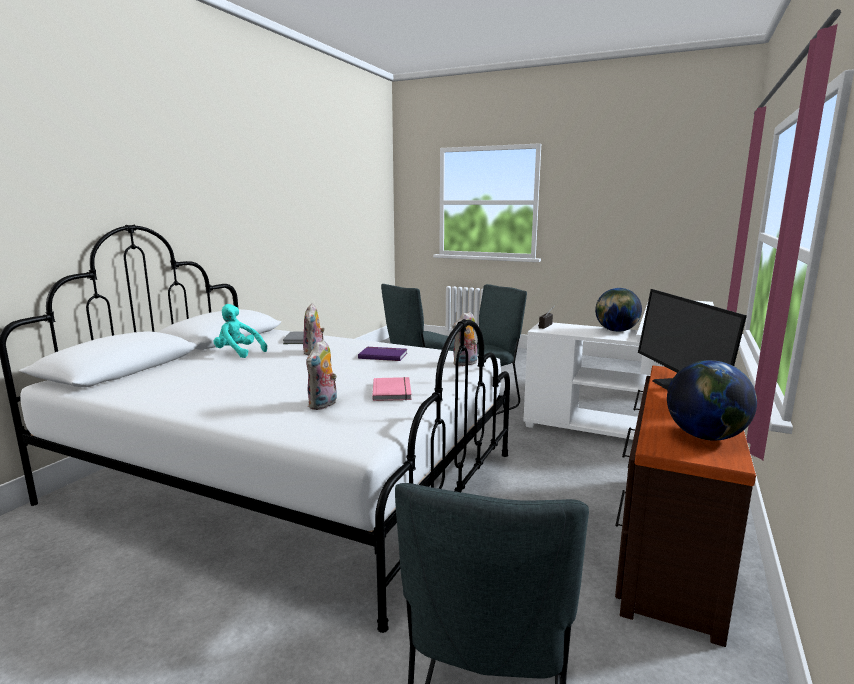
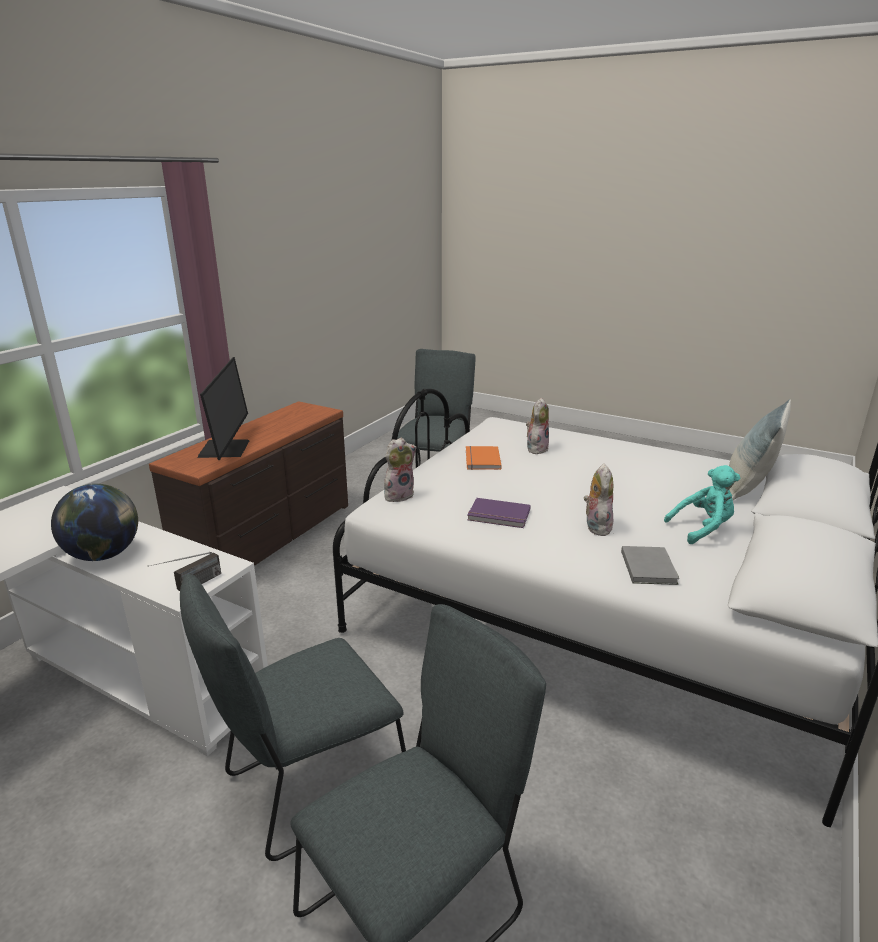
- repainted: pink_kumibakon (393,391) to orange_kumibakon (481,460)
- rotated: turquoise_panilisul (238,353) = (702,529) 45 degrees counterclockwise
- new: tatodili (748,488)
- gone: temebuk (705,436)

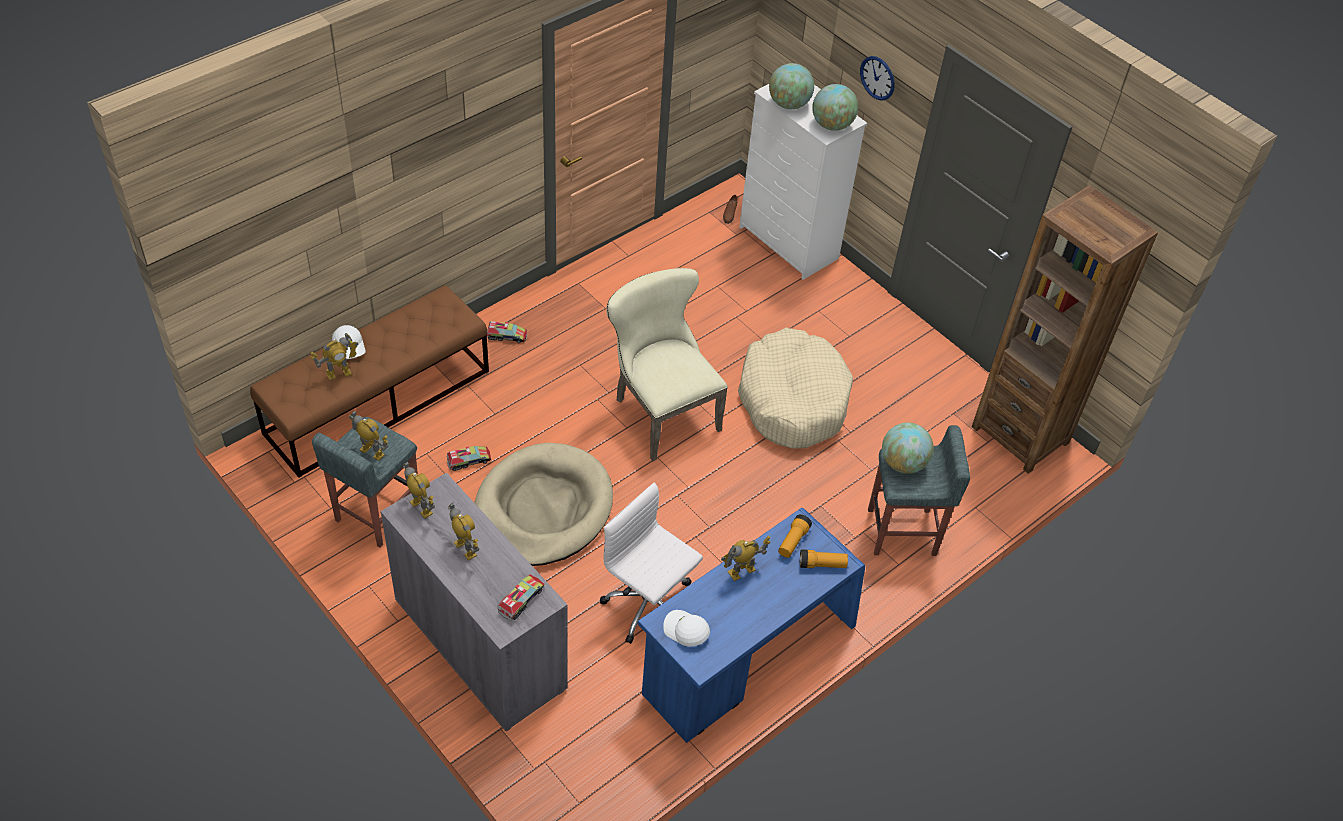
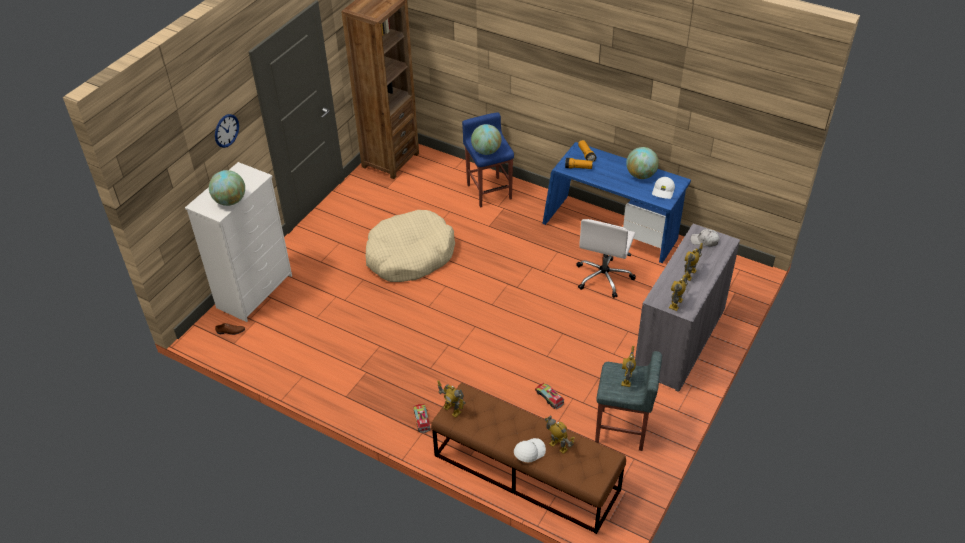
- shifted: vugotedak (741,572) to (452,410)
- repainted: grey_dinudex (903,532) to blue_dinudex (489,191)
- shifted: temebuk (832,125) to (641,175)
- swapped: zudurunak (521,600) to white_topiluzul (704,241)
- gone: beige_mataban (543,509)
- gone: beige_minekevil (661,411)

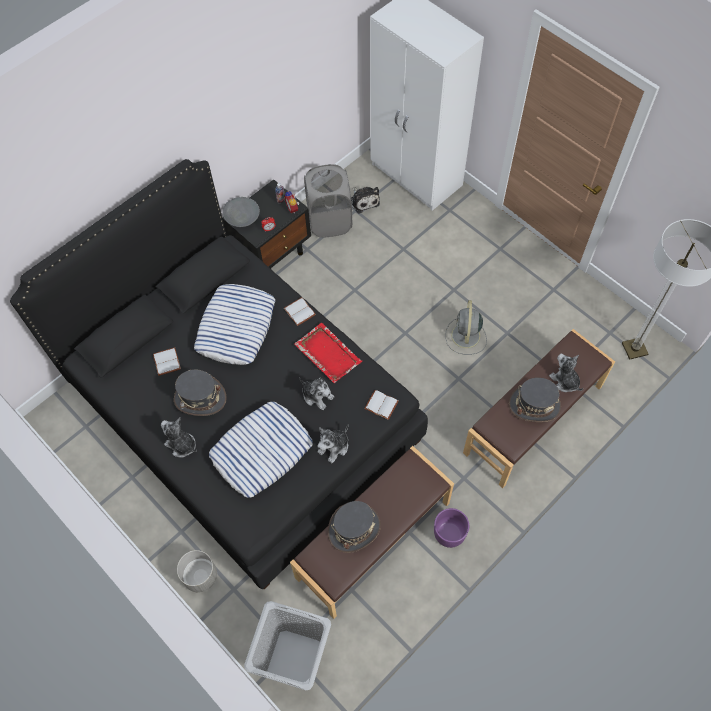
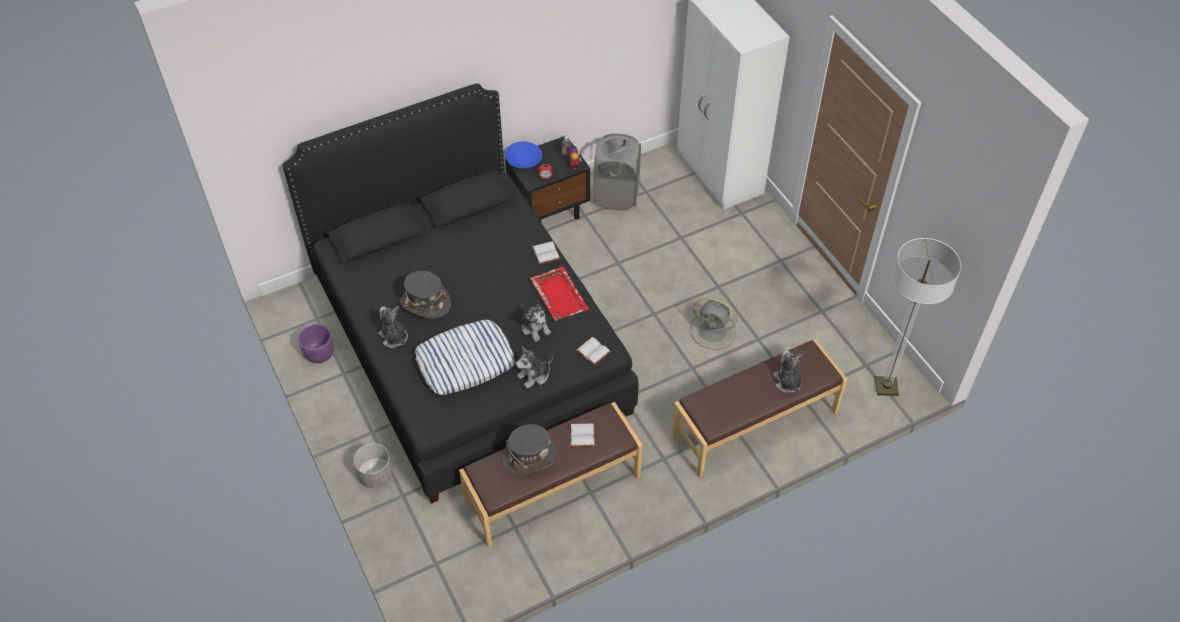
- shifted: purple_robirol (449,534) to (319,353)
- repainted: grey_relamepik (242,218) to blue_relamepik (524,162)
- shifted: white_kumibakon (166,361) to (581,435)
- rotated: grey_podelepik (465,337) = (714,332) 90 degrees counterclockwise
- gone: tatodili (236,327)
- gone: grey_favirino (294,659)
- gone: panilisul (364,201)
- gone: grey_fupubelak (534,405)

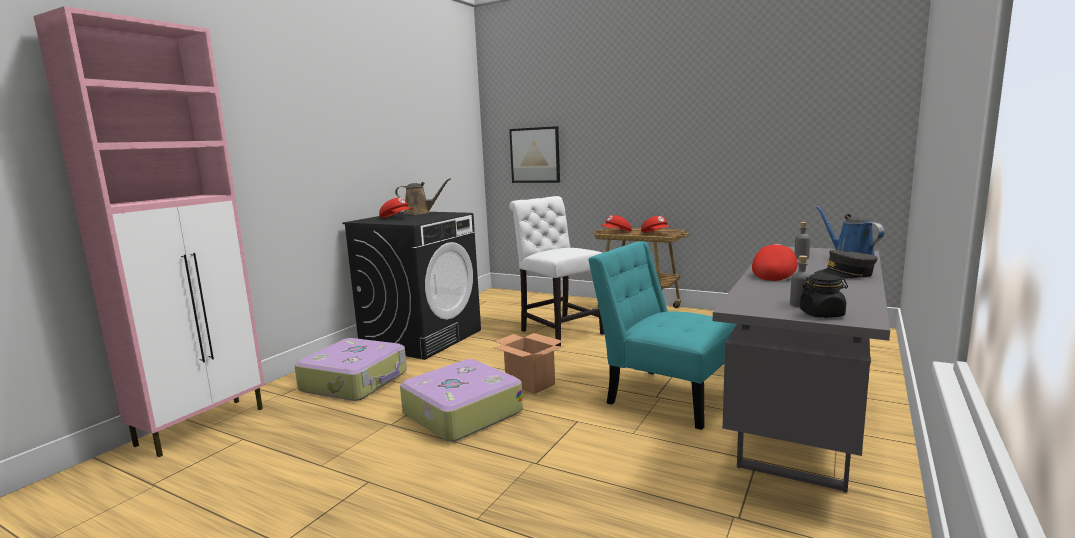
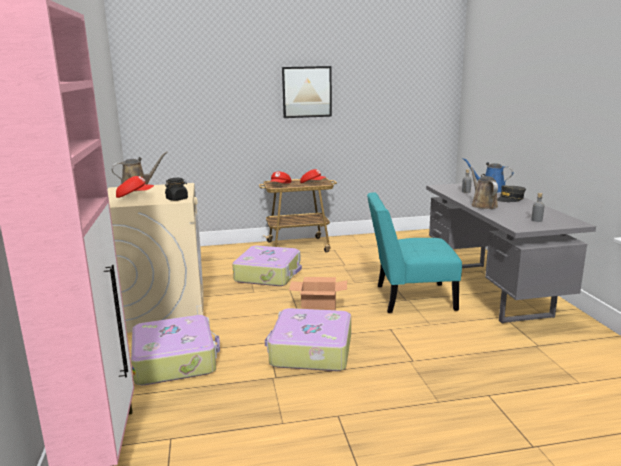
- repainted: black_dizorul (422,338) to beige_dizorul (162,309)
- shifted: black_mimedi (822,314) to (177,199)
- swapped: white_minekevil (559,331) to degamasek (268,274)
- shifted: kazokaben (535,155) to (307,92)
- swapped: red_topiluzul (773,275) to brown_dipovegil (482,205)

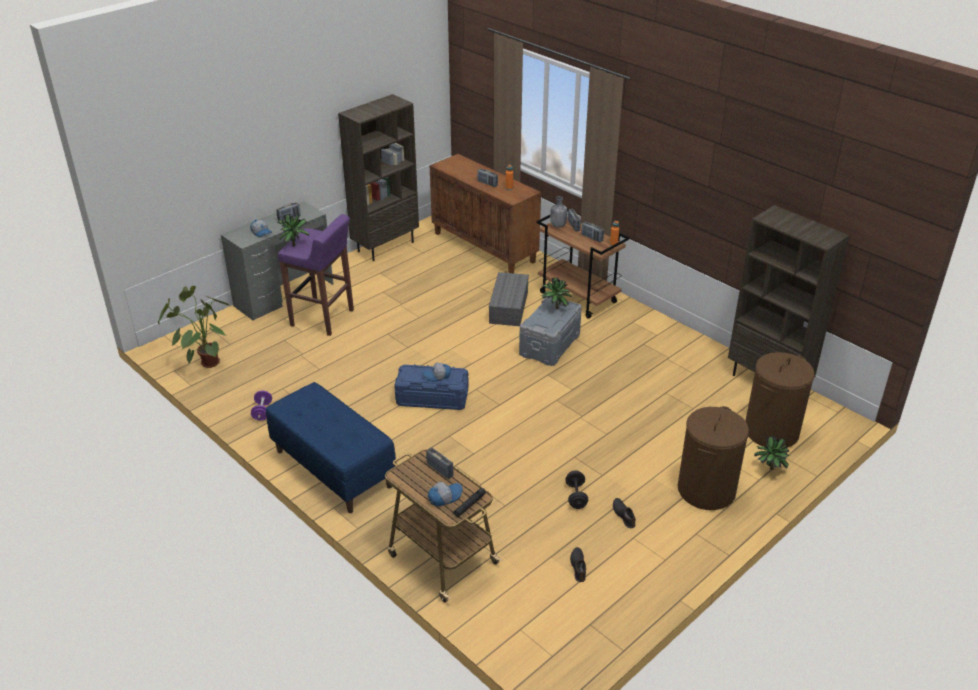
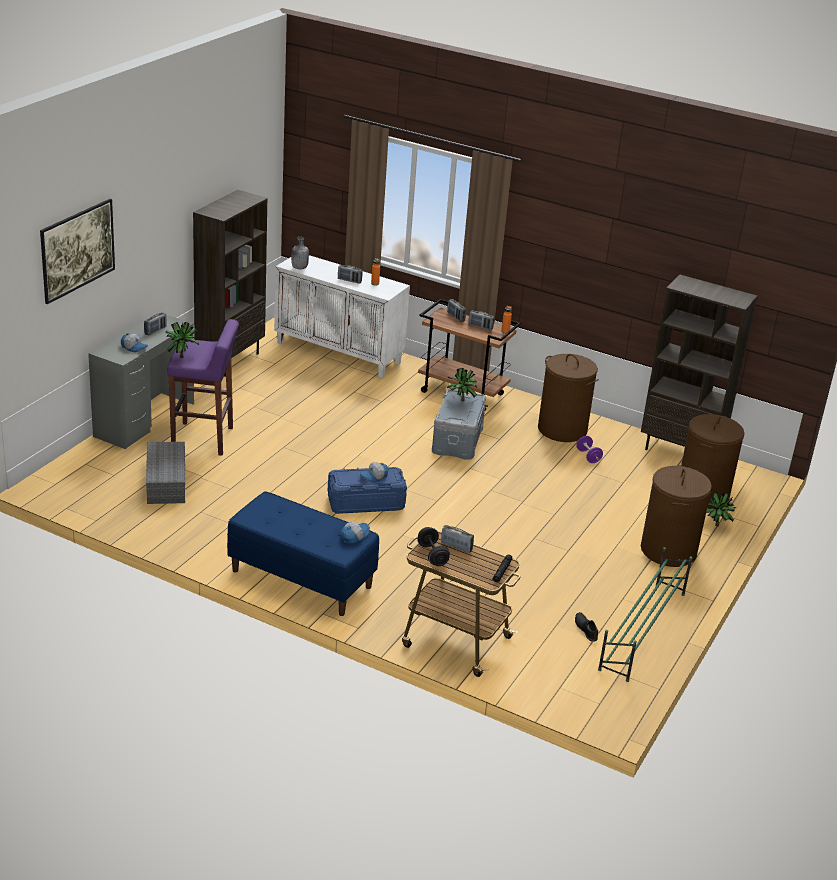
- new: kazokaben (79,268)
- shifted: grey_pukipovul (508,306) to (165,482)
- repainted: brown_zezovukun (485,247) to white_zezovukun (339,353)
- shifted: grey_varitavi (557,226) to (299,268)
- shifted: topiluzul (444,497) to (354,536)
- shifted: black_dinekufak (576,496) to (432,555)
- new: brown_favirino (562,429)
- shifted: purple_dinekufak (262,412) to (588,456)
- new: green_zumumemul (642,631)
- gone: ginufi (204,359)
- gone: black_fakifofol (623,515)

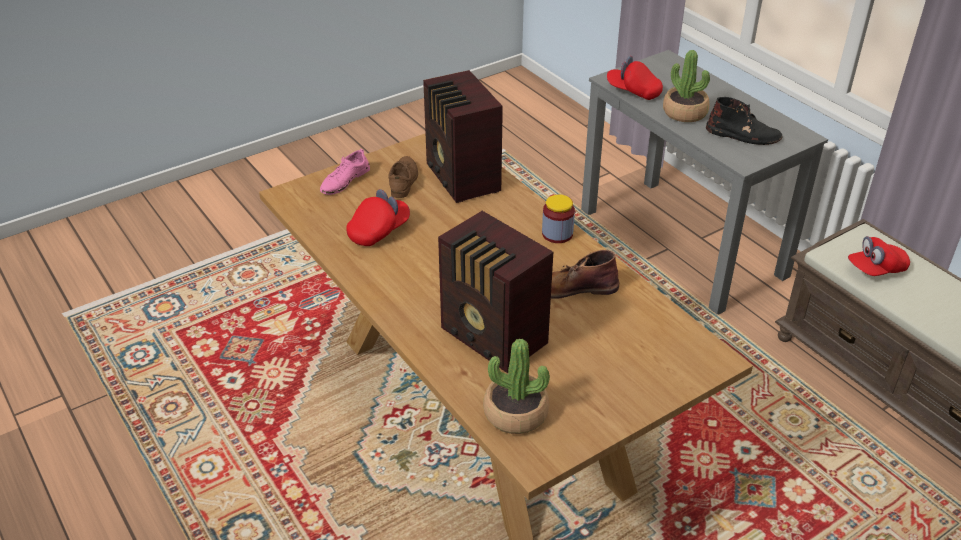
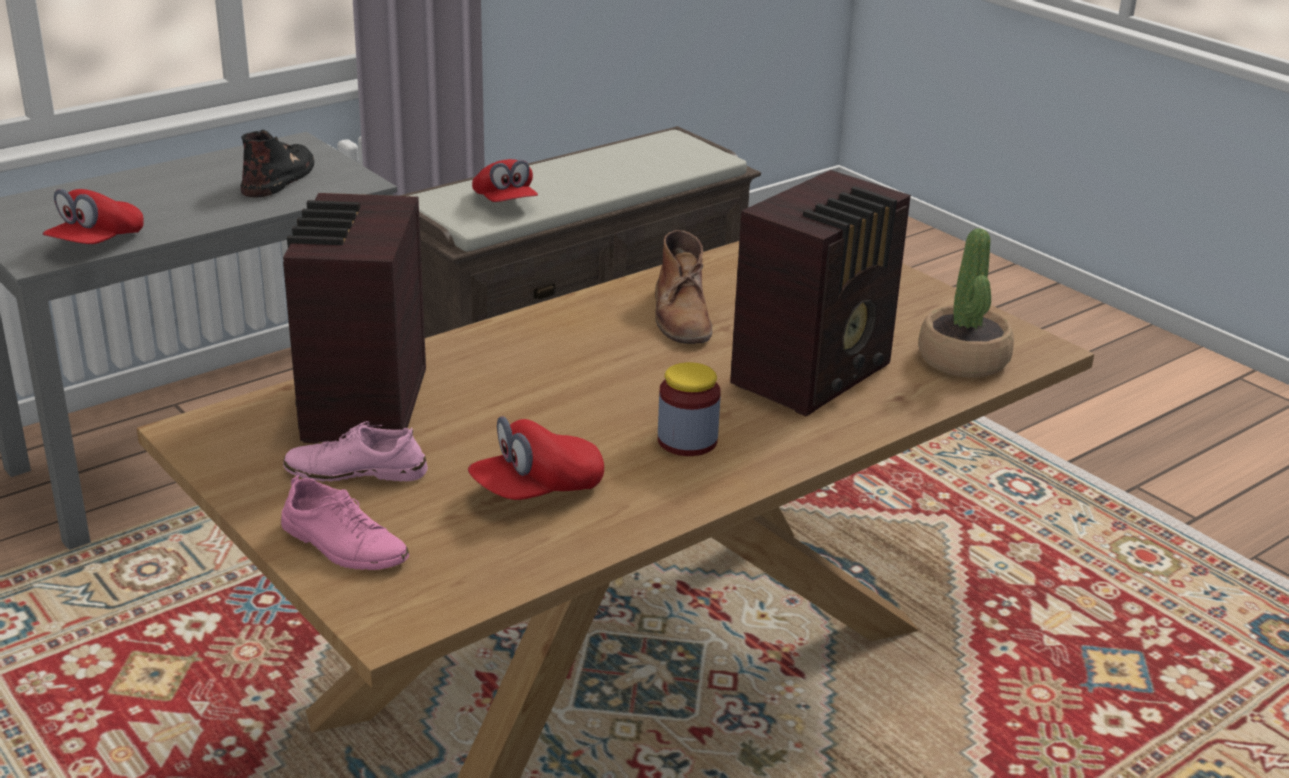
- rotated: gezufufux (462,179) = (361,407) 120 degrees clockwise
- repainted: brown_fakifofol (403,181) to pink_fakifofol (356,471)
- rotated: red_topiluzul (379,231) = (537,490) 75 degrees counterclockwise
- shifted: mimedi (557,234) to (687,441)
- gone: ginufi (685,112)

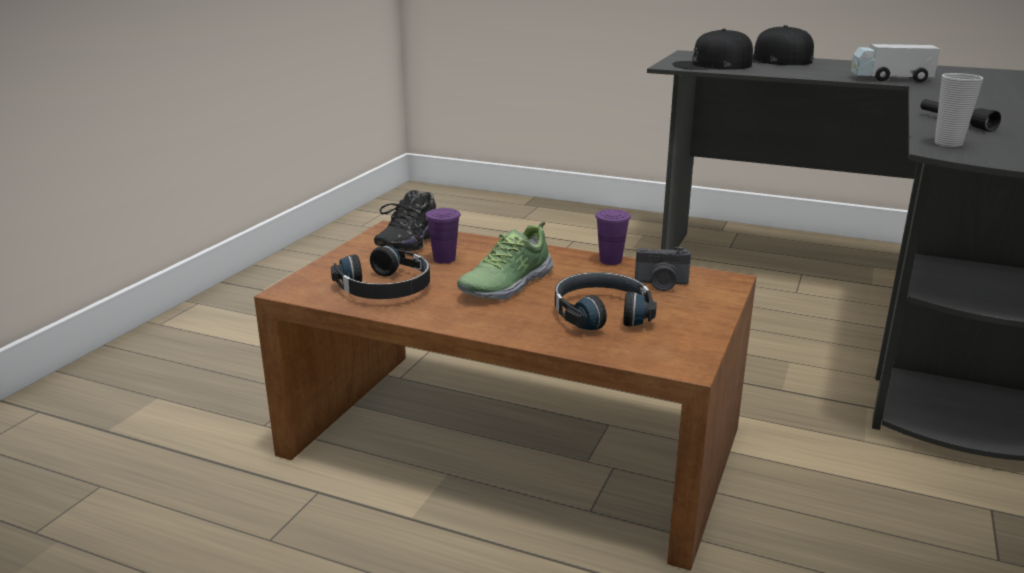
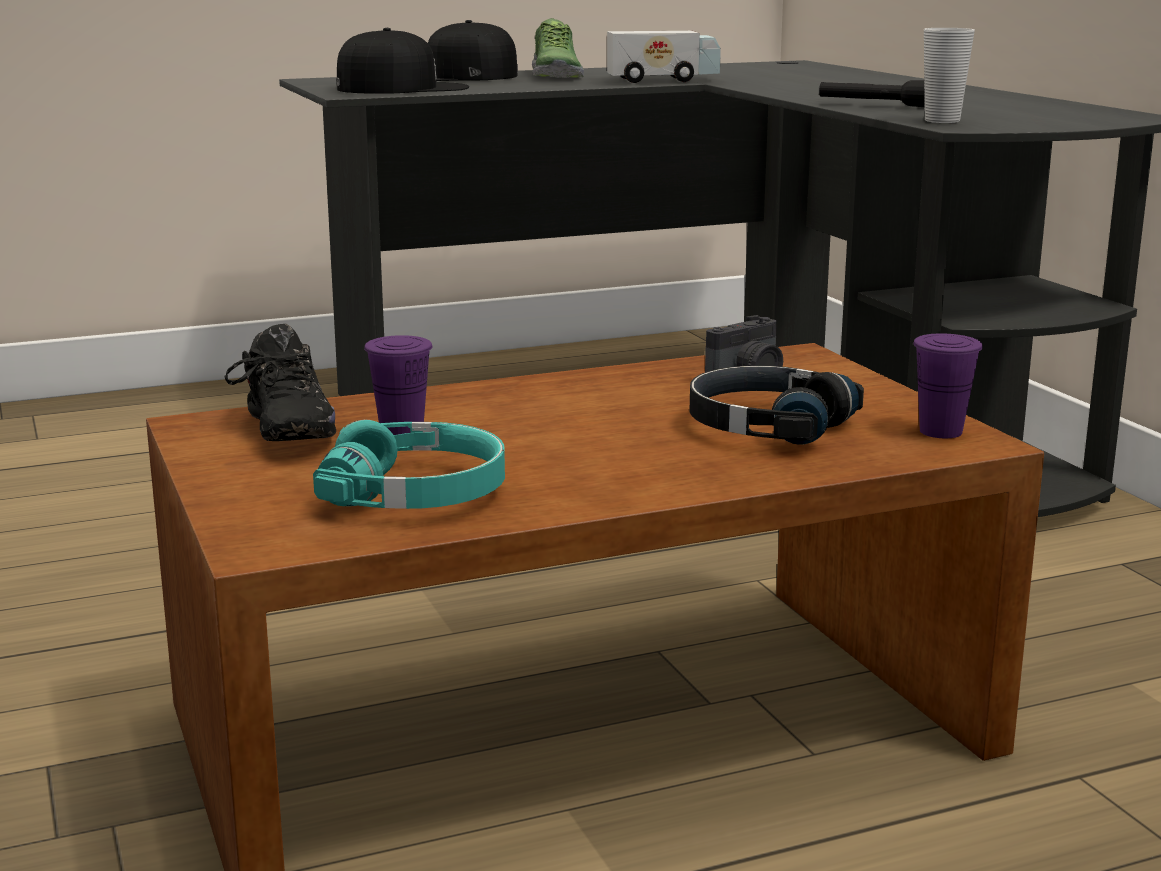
- repainted: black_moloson (386,288) to turquoise_moloson (416,492)
- rotated: black_topiluzul (712,65) = (403,88) 150 degrees counterclockwise
- shifted: fakifofol (505,284) to (554,75)
- rotated: zudurunak (890,79) = (663,80) 150 degrees counterclockwise
- shifted: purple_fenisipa (610,260) to (940,431)

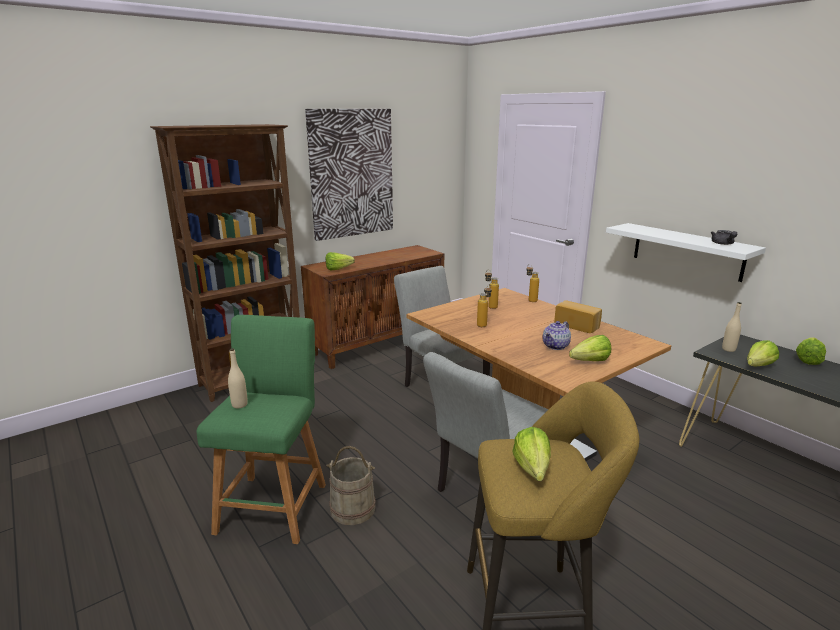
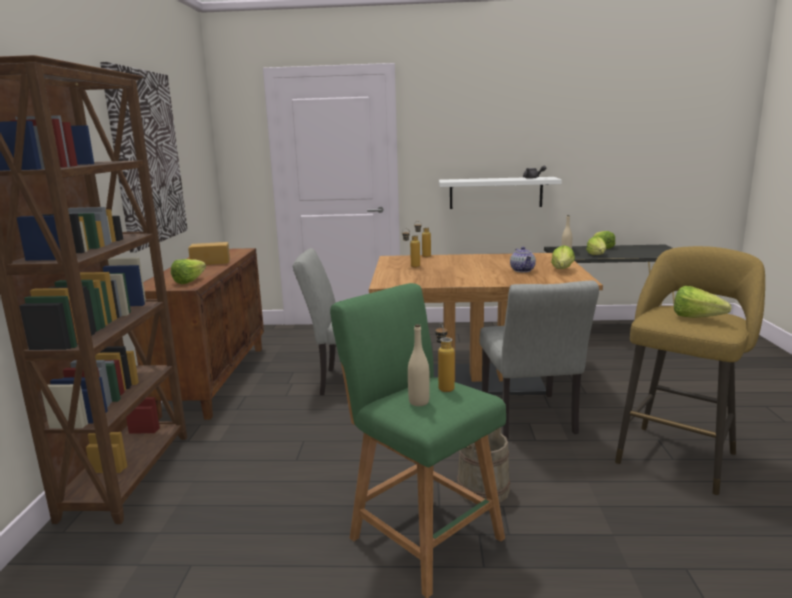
- shifted: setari (577,325) to (211,262)
- shifted: varitavi (483,324) to (444,386)

